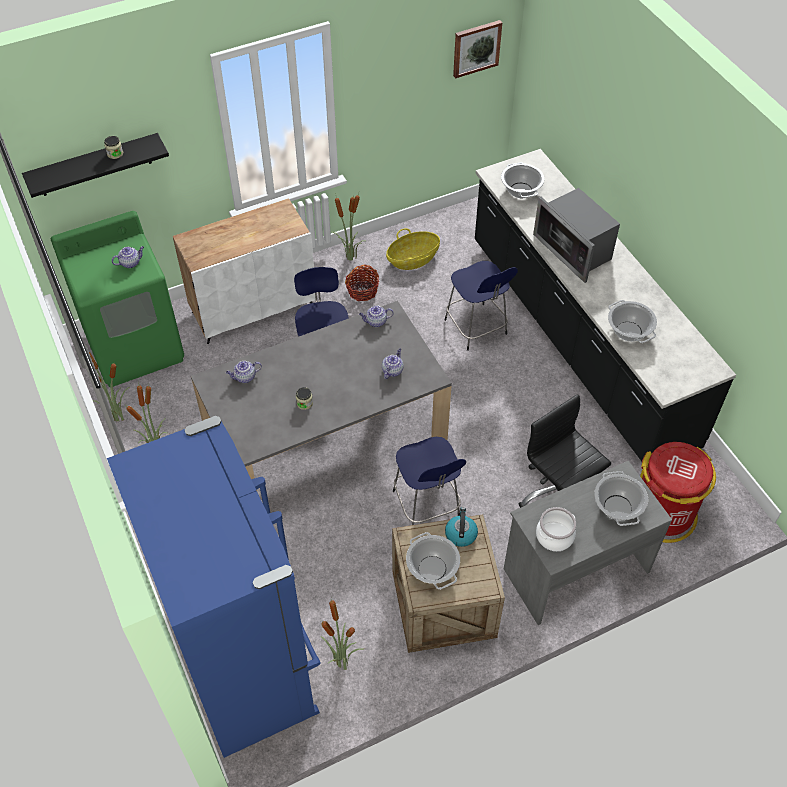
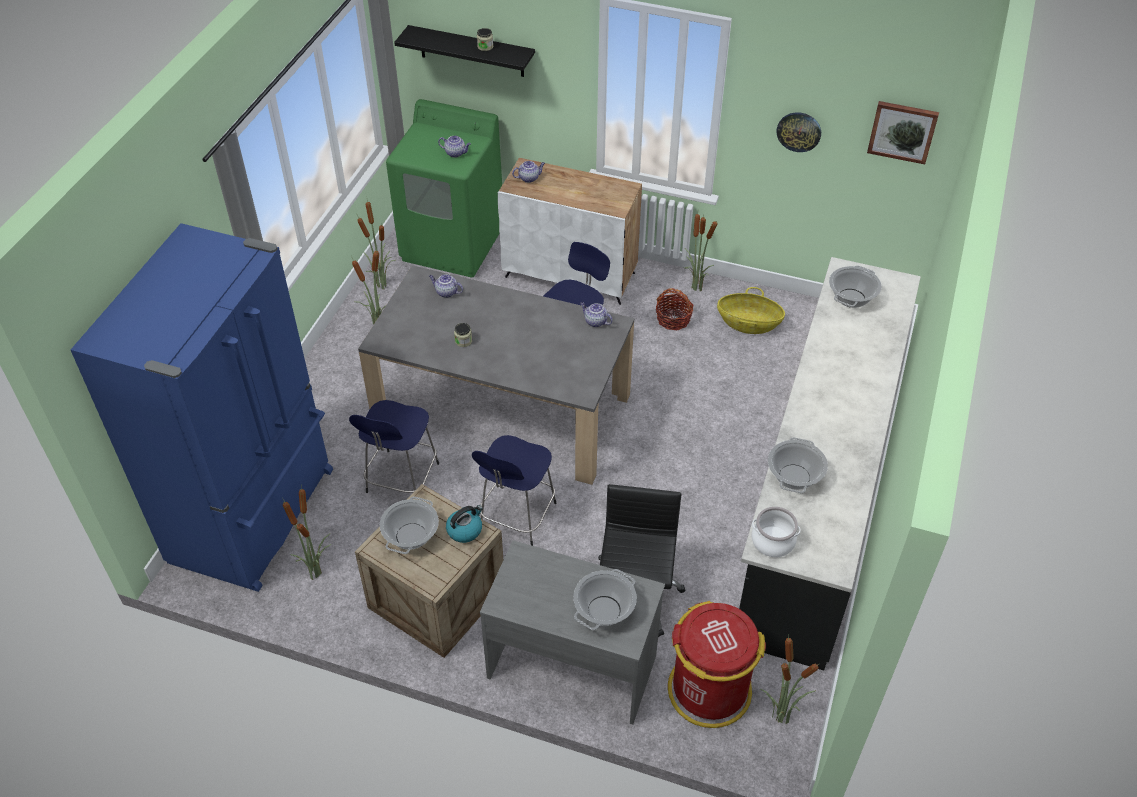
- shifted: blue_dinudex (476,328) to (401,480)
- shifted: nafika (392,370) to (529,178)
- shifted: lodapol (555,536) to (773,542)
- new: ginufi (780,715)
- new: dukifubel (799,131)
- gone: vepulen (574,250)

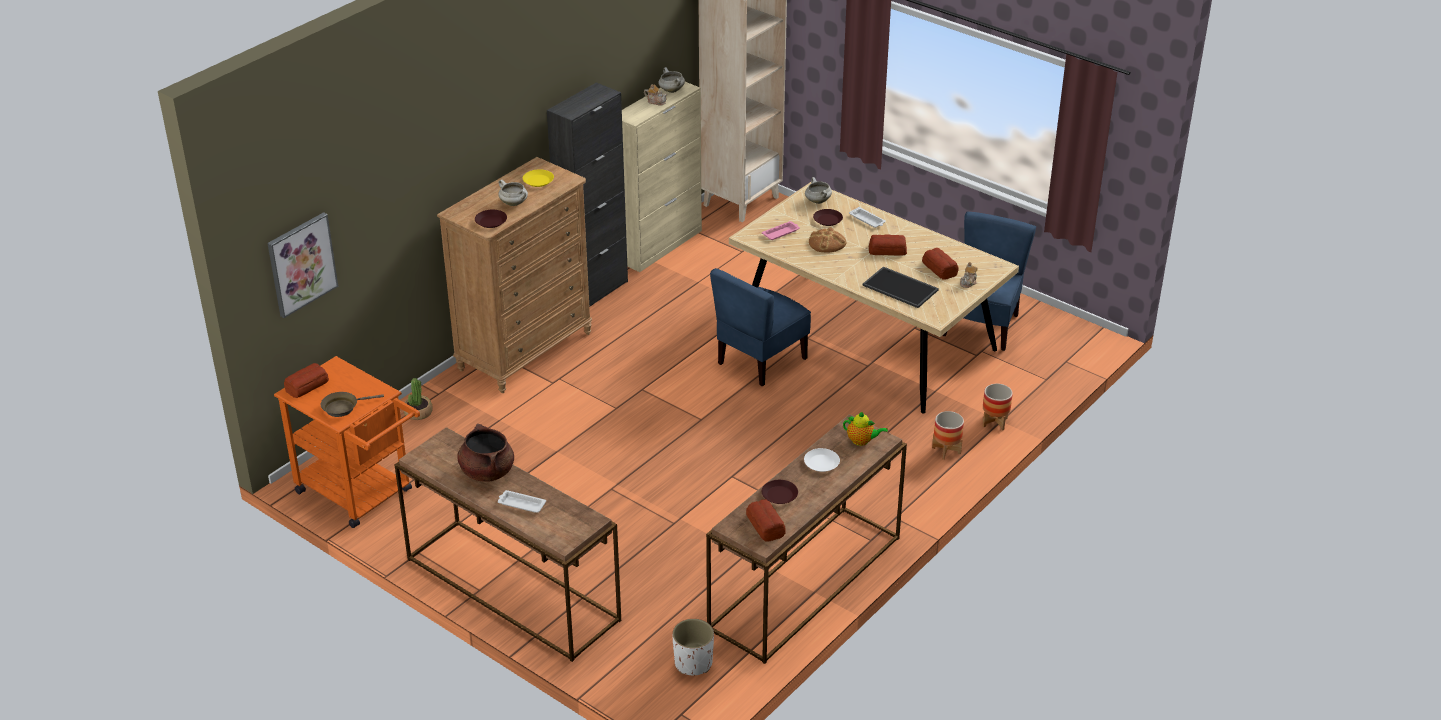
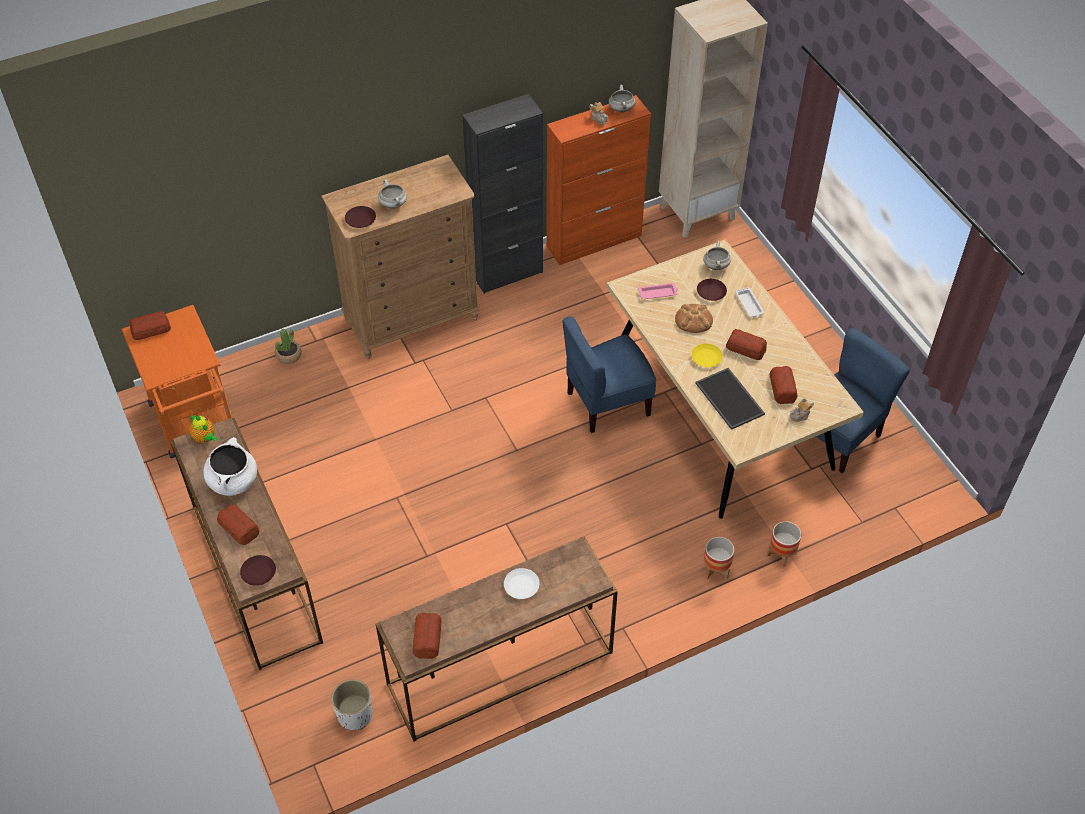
- shifted: nafika (862,441) to (205,438)
- repainted: brown_lodapol (487,472) to white_lodapol (233,481)
- swapped: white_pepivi (521,504) to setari (239,528)
- shifted: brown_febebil (779,495) to (259,572)
- repainted: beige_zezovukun (660,246) to orange_zezovukun (594,241)
- shifted: yellow_febebil (538,181) to (706,358)
- gone: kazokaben (301,264)
- gone: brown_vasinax (343,407)

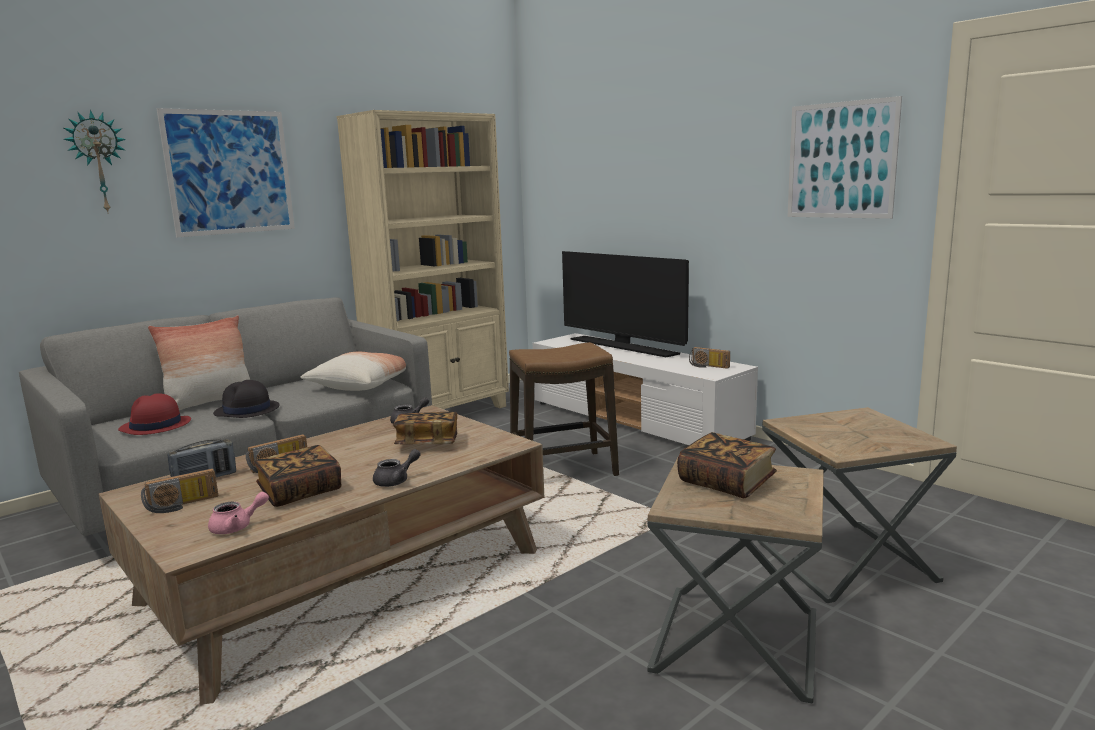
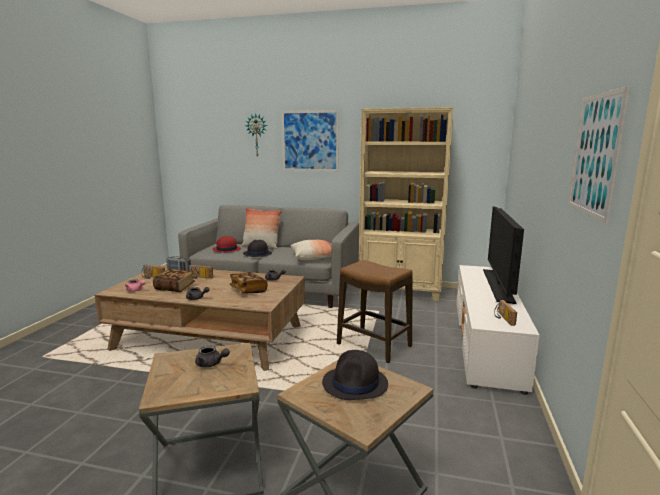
- swapped: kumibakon (726,483) to grey_nafika (211,364)
- new: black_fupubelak (355,384)

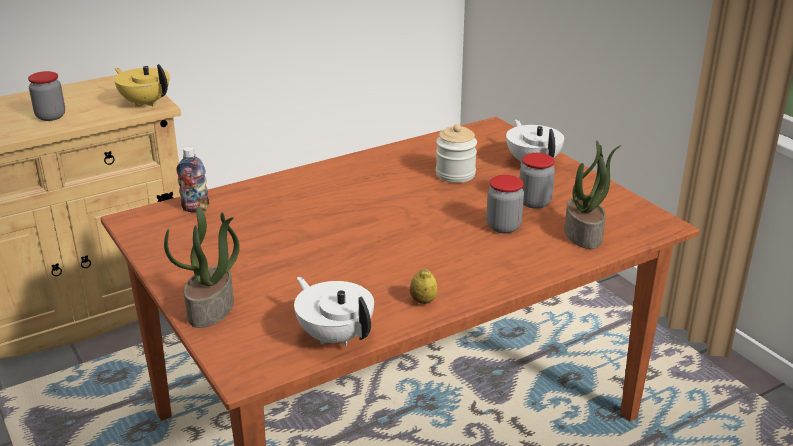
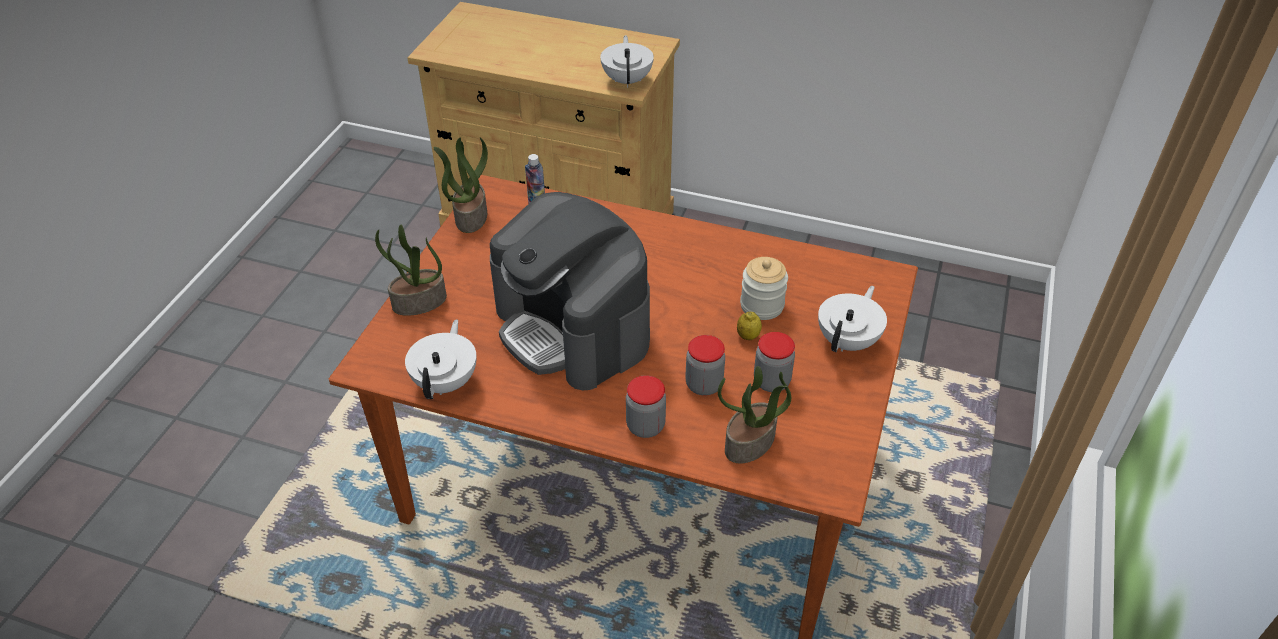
- new: ginufi (470,216)
- new: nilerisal (573,328)
- repainted: yellow_nafika (145,103) to white_nafika (627,80)
- shifted: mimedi (51,116) to (645,426)
- shifted: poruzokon (423,301) to (748,336)

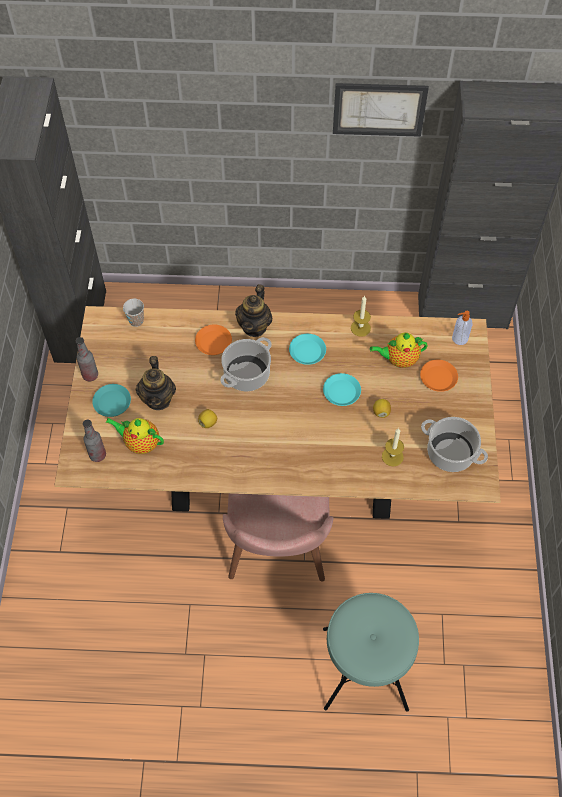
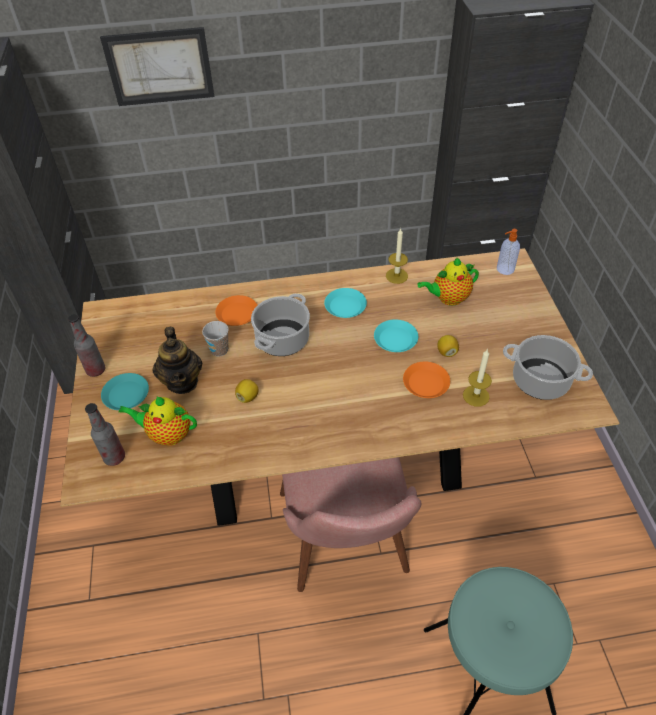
- shifted: kazokaben (379,109) to (159,67)
- shifted: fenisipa (136,321) to (219,350)
- shifted: orange_febebil (438,378) to (426,383)
- gone: nafika (254,326)

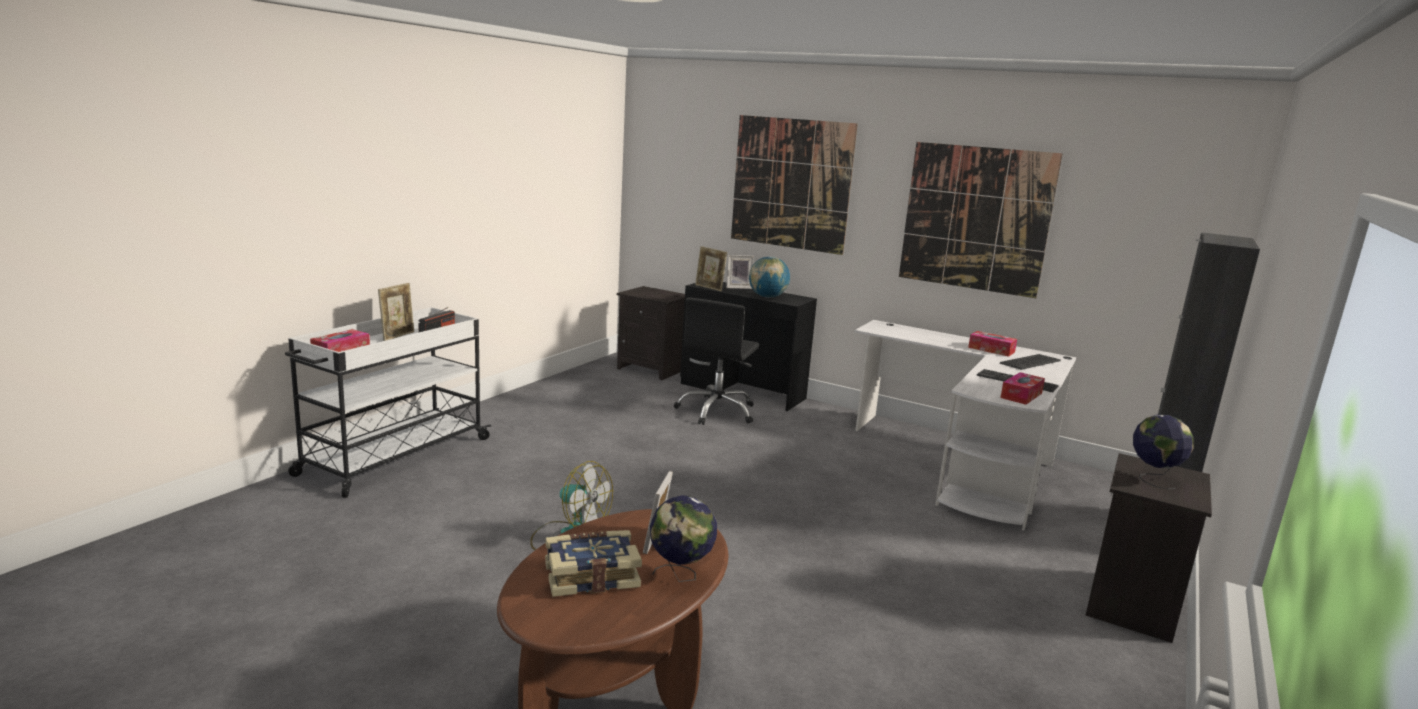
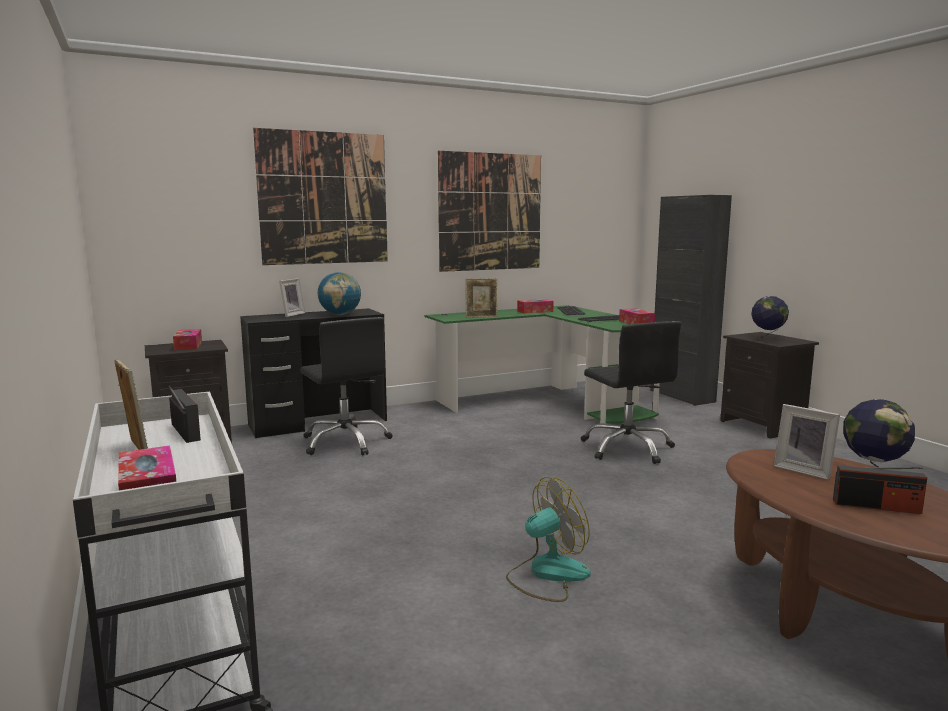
- new: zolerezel (188,346)
- repainted: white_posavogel (965,464) to green_posavogel (550,403)
- shifted: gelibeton (709,288) to (481,317)
- new: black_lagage (627,448)
- swapped: kumibakon (591,575) to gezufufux (876,506)

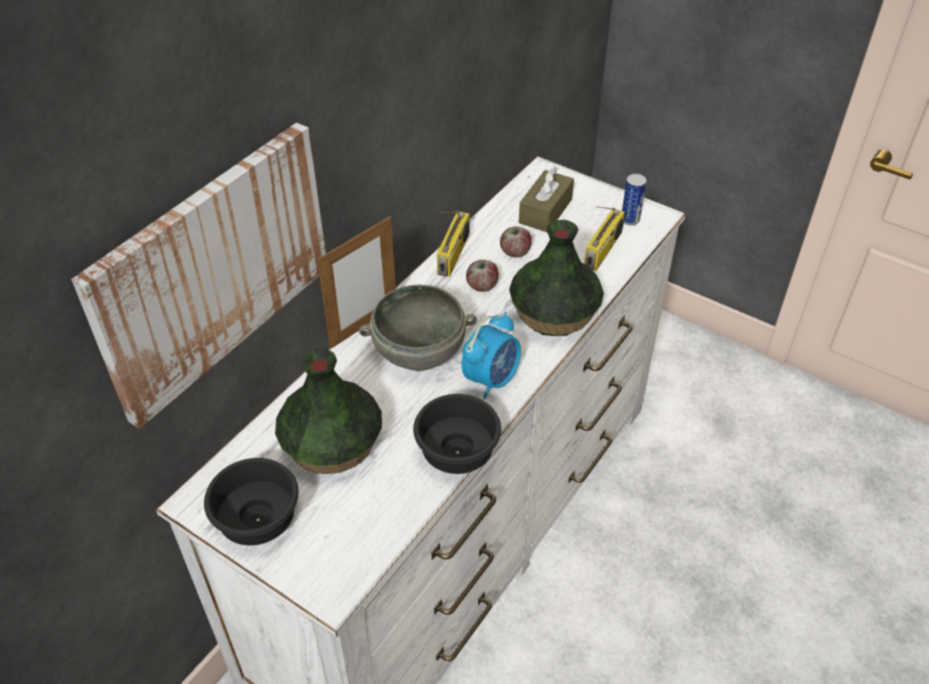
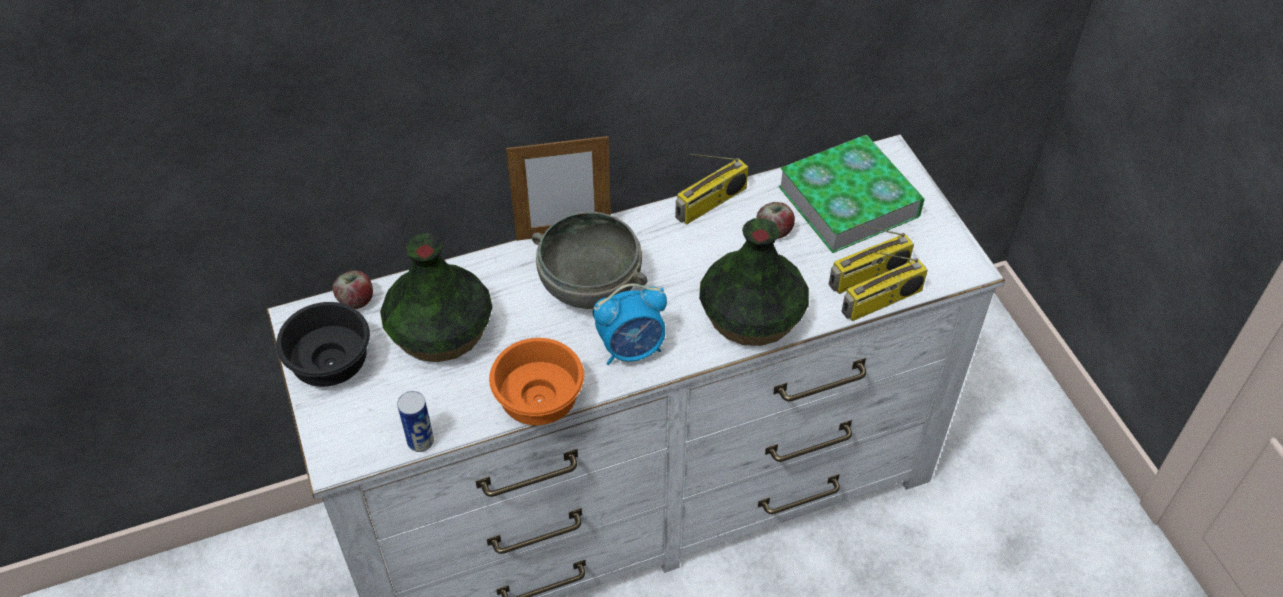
- shifted: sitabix (482,286) to (356,300)
- shifted: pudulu (630,220) to (420,441)
- repainted: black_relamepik (454,451) to orange_relamepik (537,398)
- swapped: brown_zolerezel (545,211) to kumibakon (848,201)
- new: gezufufux (881,302)
- gone: kazokaben (213,269)

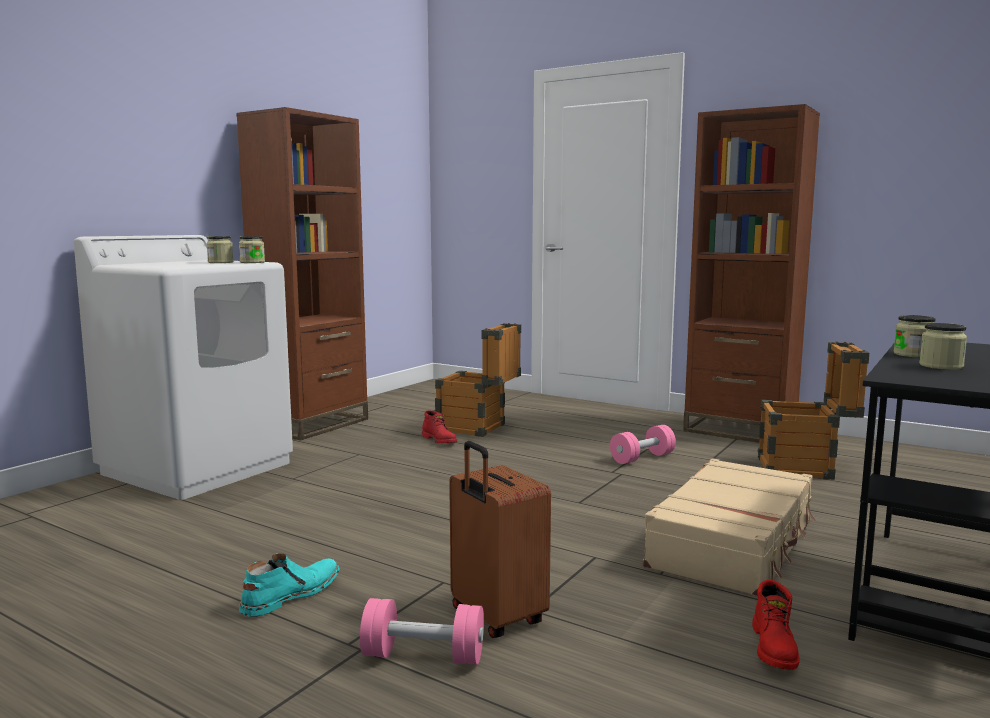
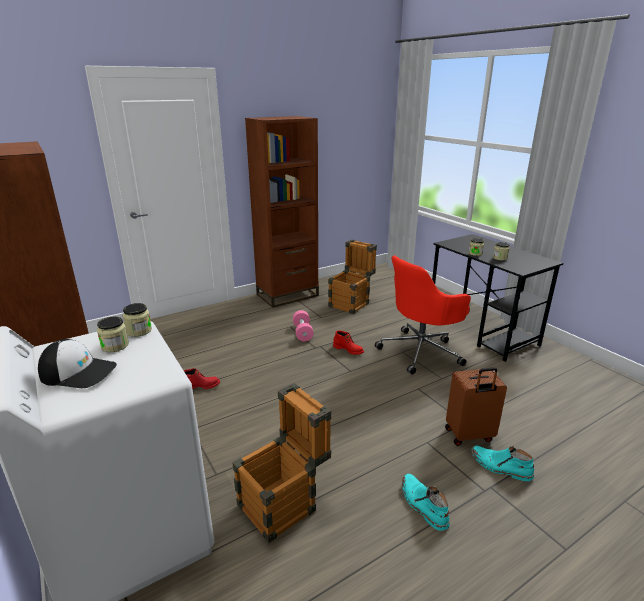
- new: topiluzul (79,372)
- shifted: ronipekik (478,429) to (284,502)
- shifted: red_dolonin (775,648) to (348,350)
- swapped: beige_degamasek (733,544) to red_lagage (421,351)
- swapped: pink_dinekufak (423,656) to turquoise_dolonin (500,467)

